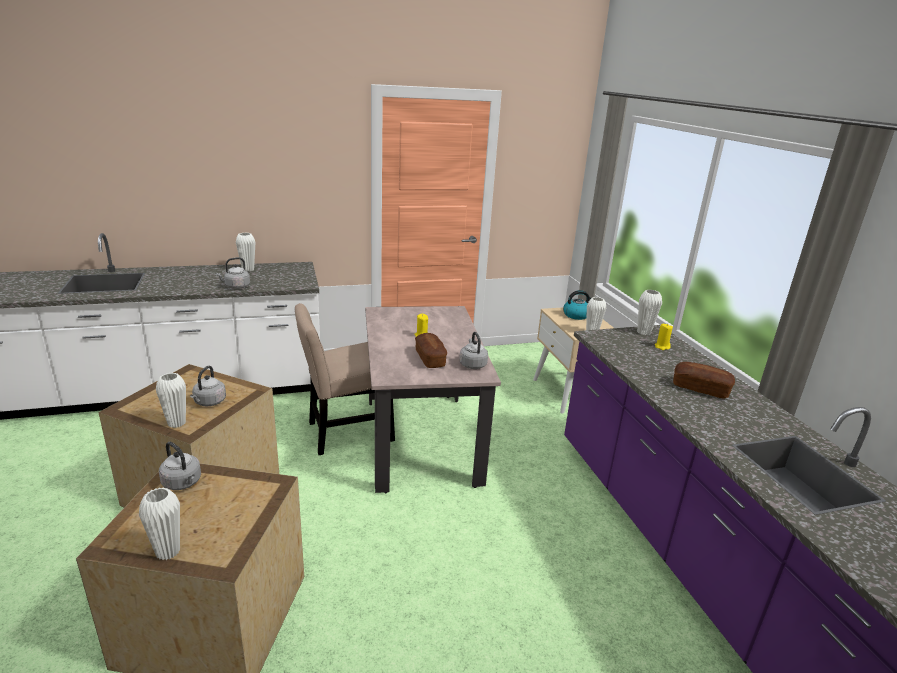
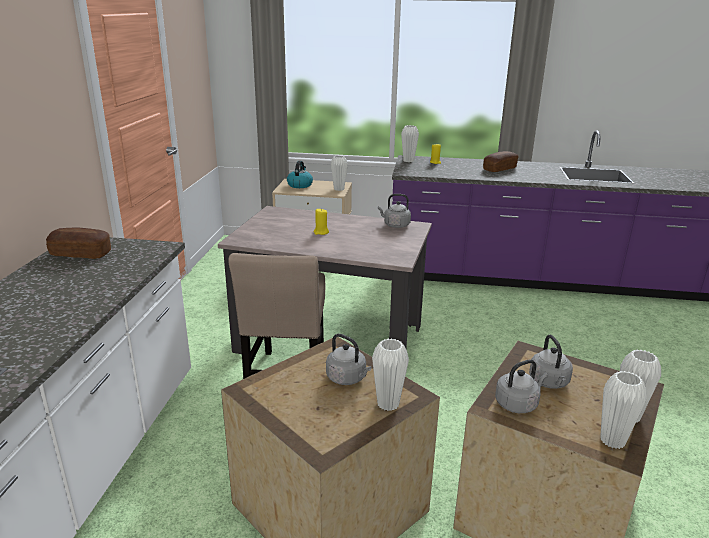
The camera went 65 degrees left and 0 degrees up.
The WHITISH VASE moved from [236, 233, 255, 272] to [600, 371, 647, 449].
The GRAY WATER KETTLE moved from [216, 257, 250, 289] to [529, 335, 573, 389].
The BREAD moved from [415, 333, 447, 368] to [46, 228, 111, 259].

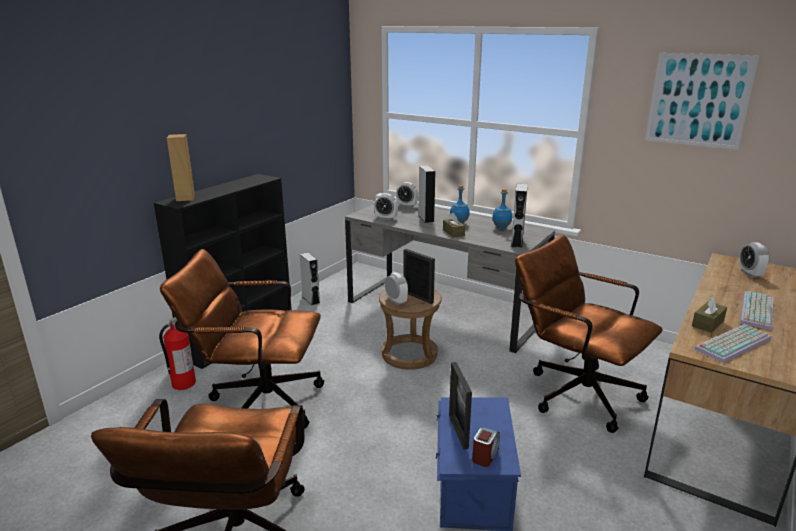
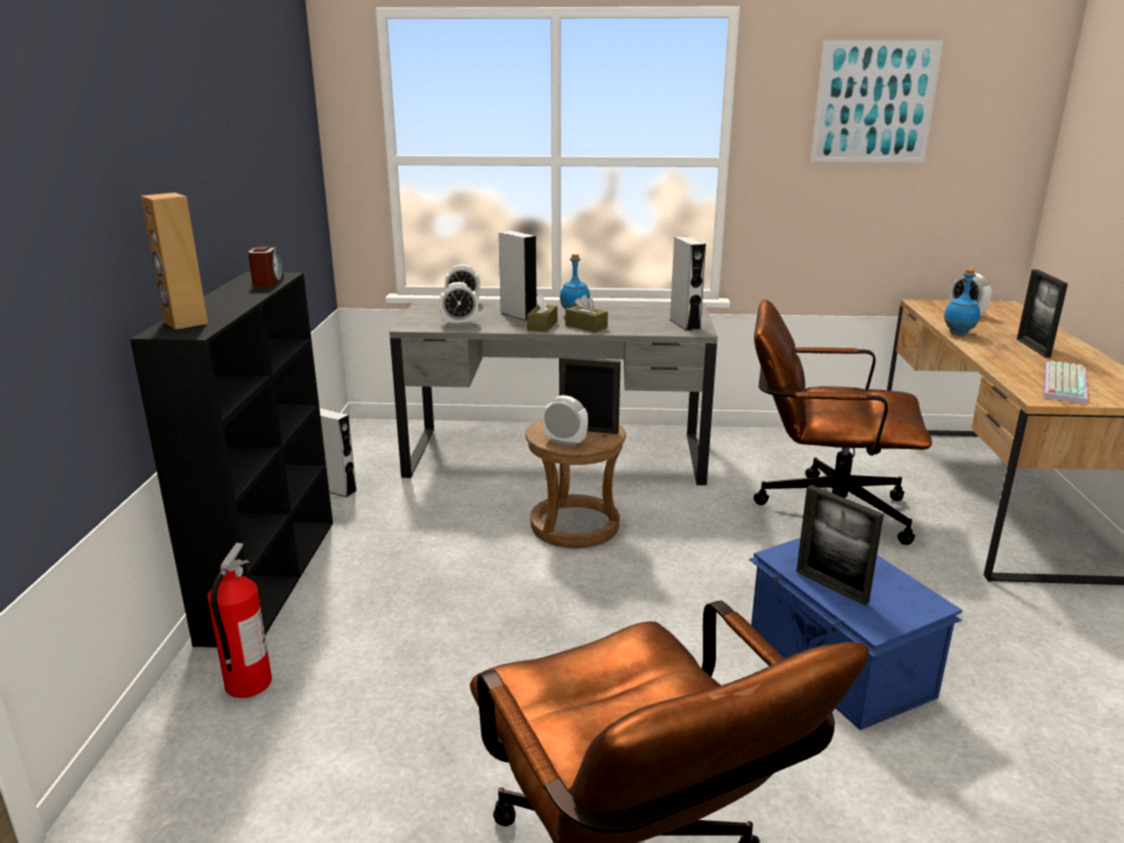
The camera went 30 degrees left and 0 degrees up.
The BLUE DRINK BOTTLE moved from [492, 189, 512, 229] to [944, 269, 980, 335].
The BROWN-COLOURED DESK CHAIR at [160, 249, 324, 429] disappeared.
The COMPUTER KEYBOARD at [740, 291, 773, 330] was replaced by the PICTURE FRAME at [1017, 269, 1068, 357].
The BROWN-COLOURED BOX OF TISSUES moved from [692, 296, 727, 333] to [527, 294, 557, 332].
The ALARM CLOCK moved from [472, 427, 500, 467] to [248, 246, 284, 287].

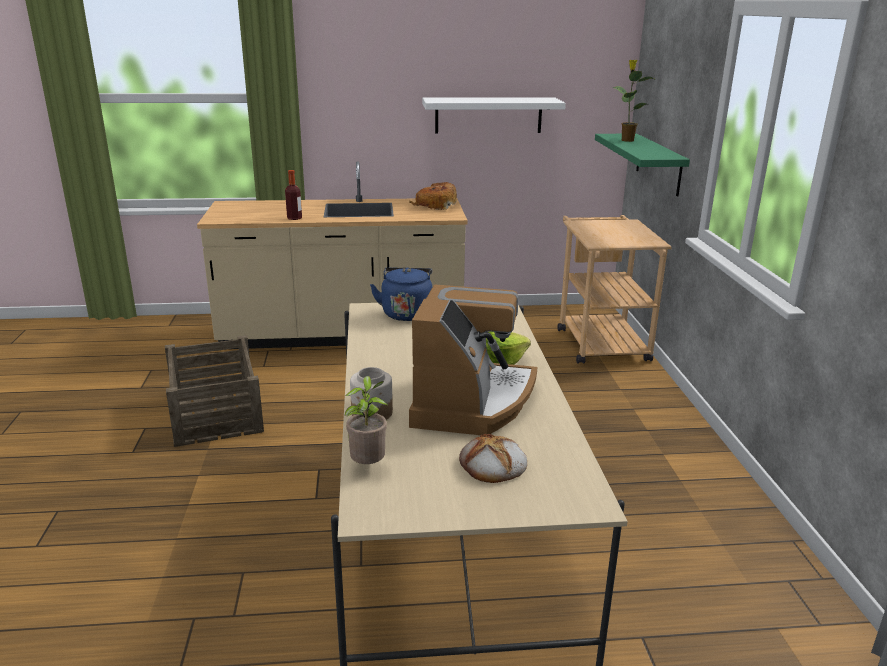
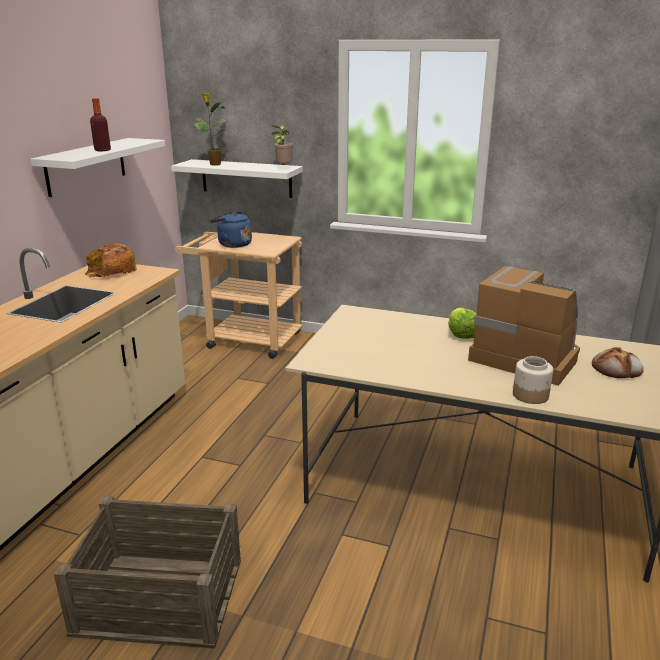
The camera went 65 degrees left and 0 degrees up.
The GREEN-COLOURED BRACKET SHELF at [595, 134, 690, 196] became the WHITISH BRACKET SHELF at [171, 159, 303, 198].
The DRINK BOTTLE moved from [285, 170, 302, 220] to [90, 98, 111, 151].
The BLUE WATER KETTLE moved from [370, 268, 432, 321] to [210, 211, 252, 248].
The HOUSEPLANT moved from [345, 376, 388, 464] to [272, 124, 293, 167].

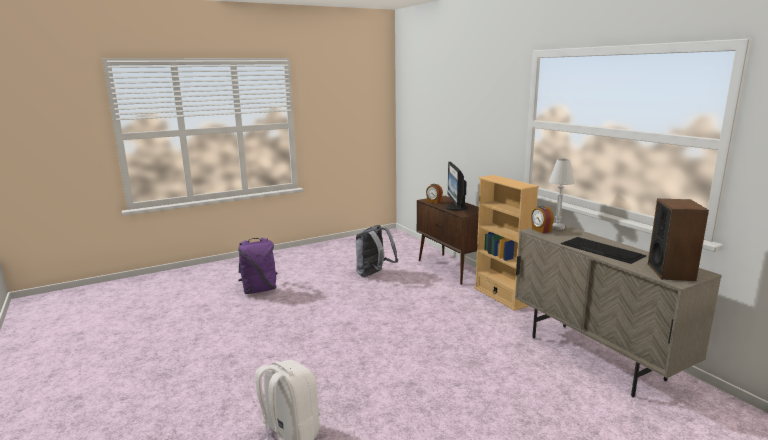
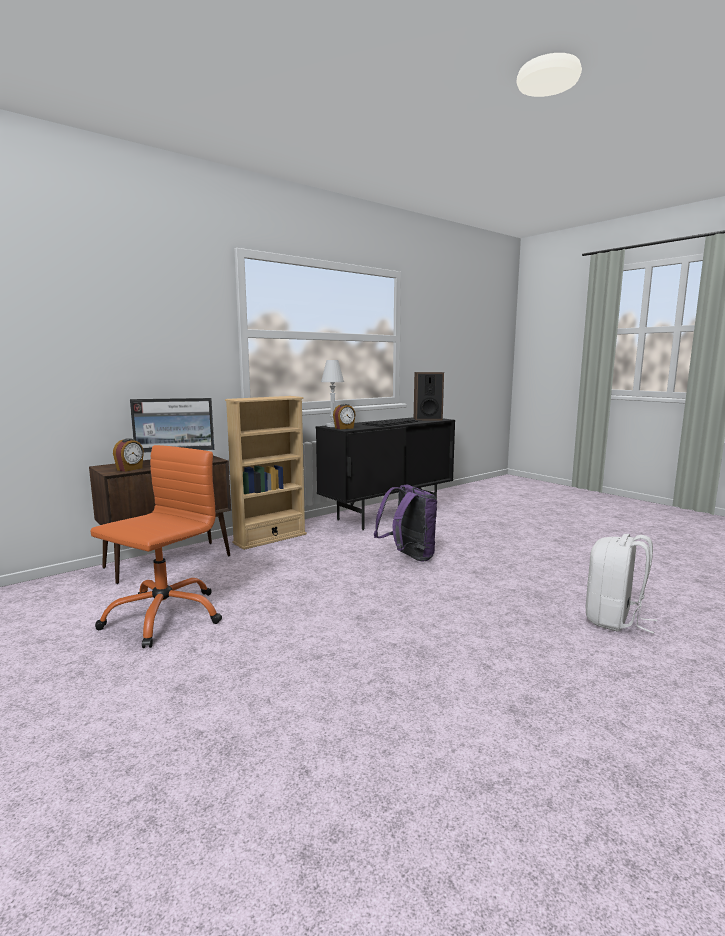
The camera went 100 degrees left and 5 degrees down.
The GRAY KNAPSACK at [356, 225, 398, 277] was replaced by the ORANGE DESK CHAIR at [90, 445, 222, 648].
The BEIGE STORAGE CABINET at [515, 226, 722, 397] became the BLACKISH STORAGE CABINET at [316, 417, 455, 530].
The PURPLE KNAPSACK moved from [238, 238, 278, 294] to [374, 485, 437, 562].

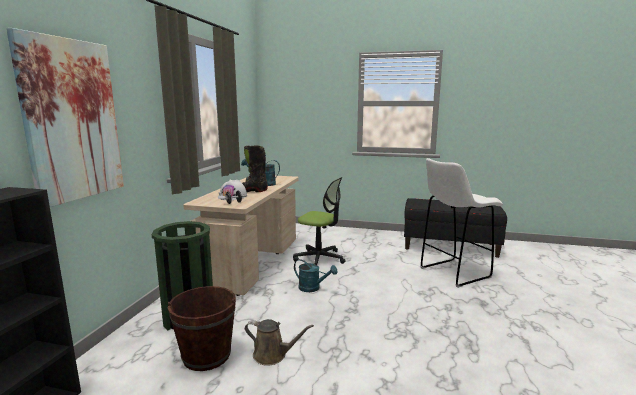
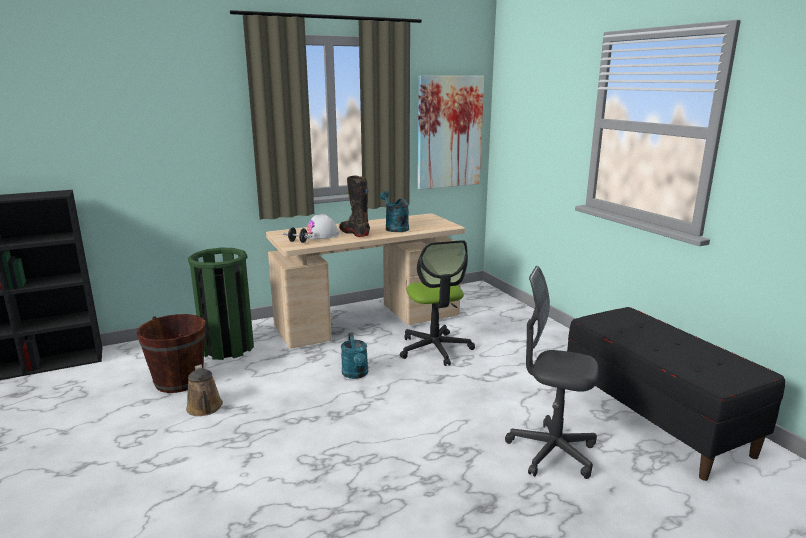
The camera went 50 degrees right and 5 degrees up.
The PICTURE moved from [6, 28, 124, 207] to [418, 76, 484, 189].
The WHITISH STOOL SEAT at [421, 158, 503, 288] was replaced by the GRAY DESK CHAIR at [505, 266, 599, 479].

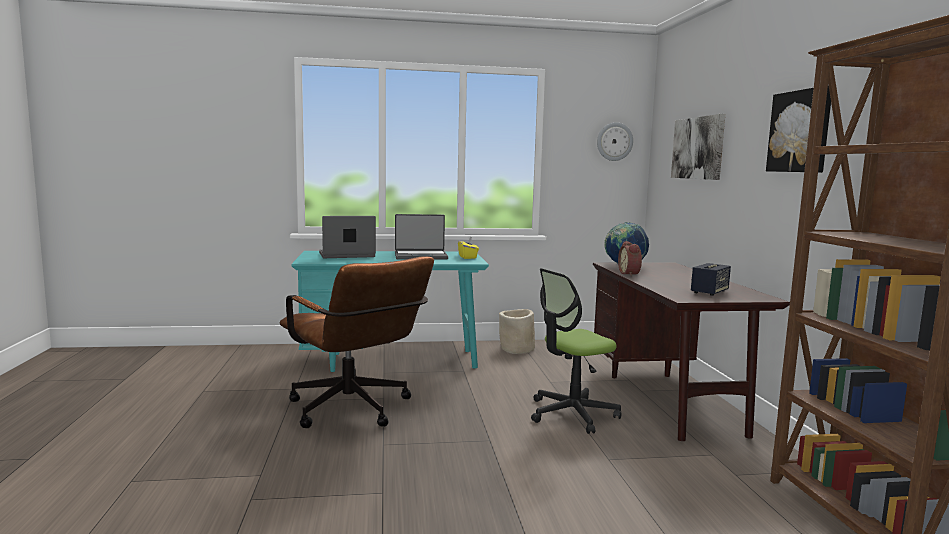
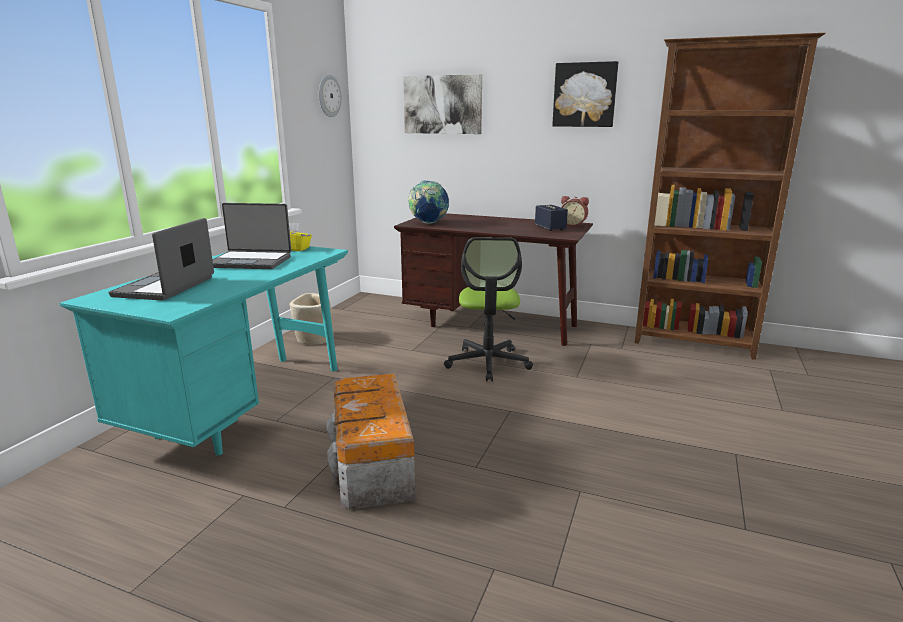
The camera went 60 degrees left and 10 degrees up.
The PORTABLE COMPUTER at [395, 214, 448, 260] turned 75 degrees clockwise.
The ALARM CLOCK moved from [618, 241, 642, 276] to [561, 196, 589, 226].
The BROWN-COLOURED DESK CHAIR at [279, 256, 434, 428] was replaced by the STORAGE BIN at [326, 373, 416, 510].

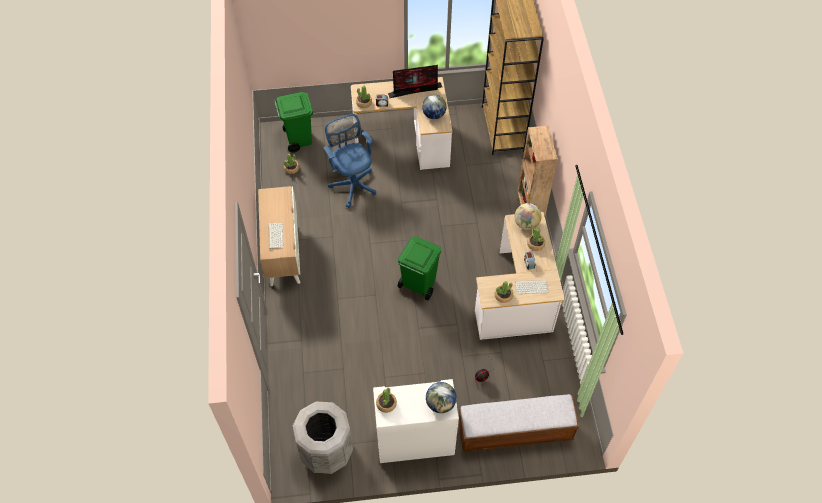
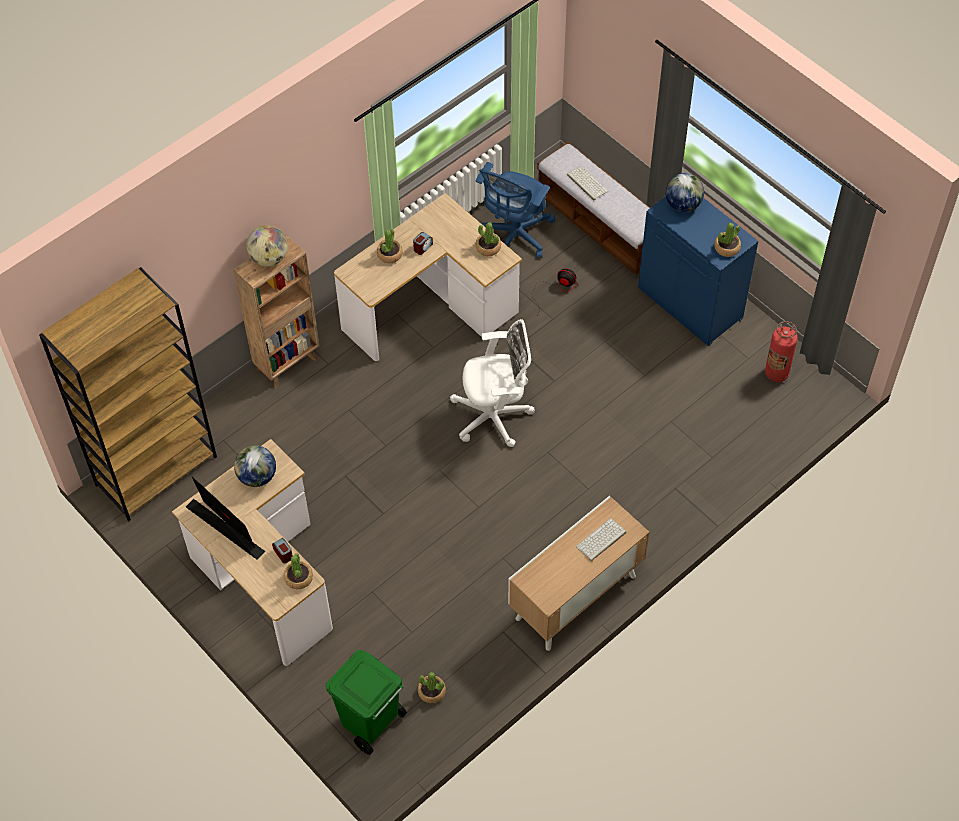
The camera went 125 degrees left and 0 degrees up.
The BLUE DESK CHAIR moved from [323, 114, 376, 208] to [476, 162, 555, 258].
The WORLD GLOBE moved from [514, 203, 542, 230] to [246, 225, 288, 267].
The GREEN-COLOURED WASTE BIN at [398, 236, 442, 301] was replaced by the WHITISH DESK CHAIR at [450, 319, 535, 447].
The COMPUTER KEYBOARD moved from [515, 280, 549, 294] to [567, 166, 608, 200].
The WHITISH STORAGE CABINET at [373, 379, 459, 464] became the BLUE STORAGE CABINET at [638, 197, 758, 346].
The GRAY WASTE BIN at [293, 402, 353, 474] was replaced by the FIRE-FIGHTING CYLINDER at [765, 321, 798, 382].

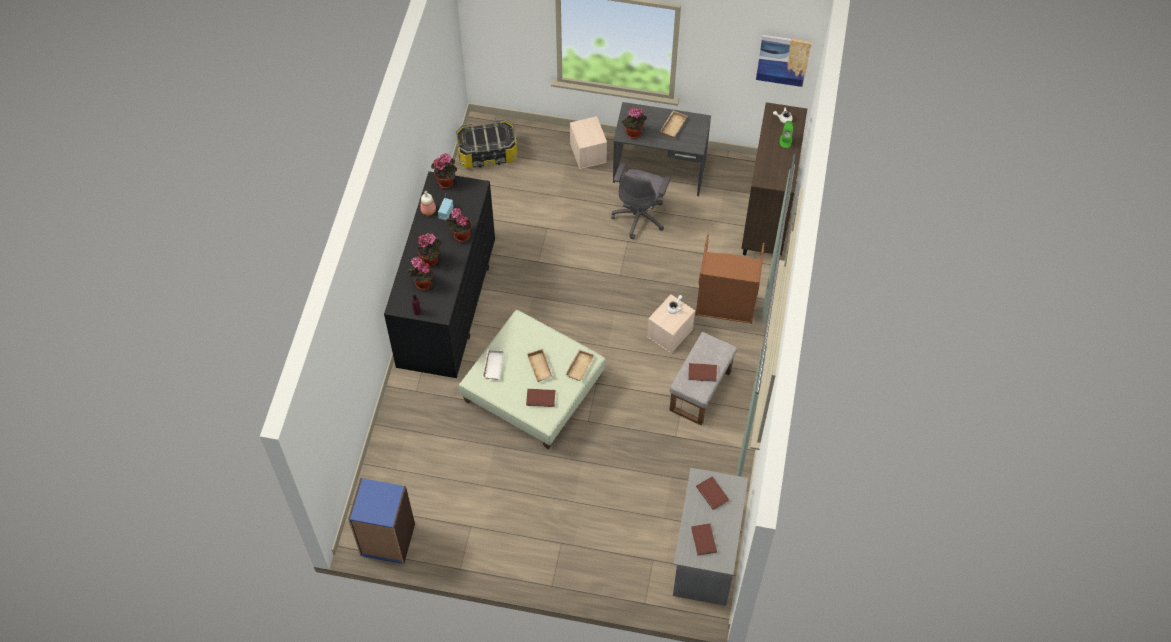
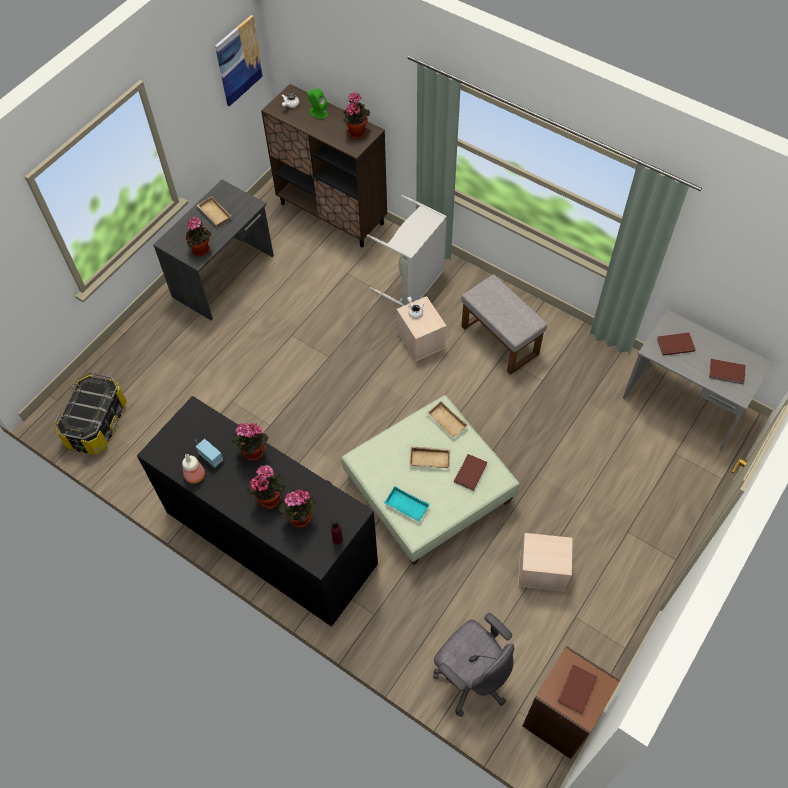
The camera went 65 degrees left and 0 degrees up.
The BEIGE STORAGE BIN moved from [570, 116, 607, 169] to [518, 533, 573, 592].
The HOUSEPLANT moved from [431, 154, 457, 189] to [343, 92, 370, 139].
The GRAY DESK CHAIR moved from [611, 163, 671, 239] to [433, 613, 515, 717].
The BROWN-COLOURED HAMPER at [695, 235, 765, 324] became the GRAY HAMPER at [367, 195, 447, 306].
The WHITISH CARRYING TRAY at [482, 349, 504, 379] became the TURQUOISE CARRYING TRAY at [384, 486, 430, 522].
The BROWN-COLOURED BOOK moved from [688, 363, 717, 382] to [557, 665, 598, 714].
The BLUE SHELVING UNIT at [348, 478, 415, 564] became the BROWN-COLOURED SHELVING UNIT at [522, 646, 620, 759].

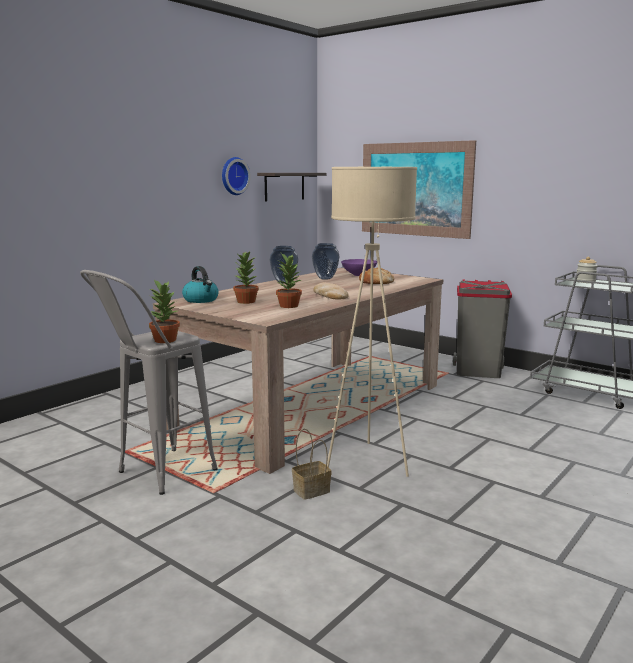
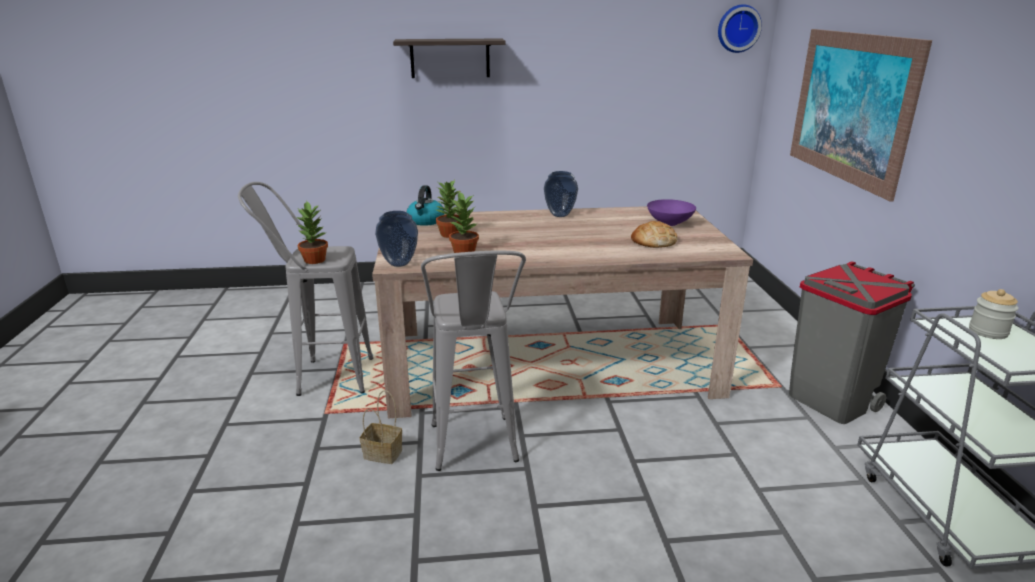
The camera went 45 degrees right and 10 degrees up.
The HANGING CLOCK moved from [222, 157, 251, 195] to [718, 4, 762, 53].
The BEIGE STANDING LAMP at [327, 167, 417, 477] was replaced by the GRAY STOOL SEAT at [421, 250, 526, 471].
The BRACKET SHELF moved from [257, 173, 327, 202] to [393, 39, 505, 78].
The VASE moved from [312, 243, 340, 280] to [375, 211, 418, 267].
The BREAD at [314, 282, 349, 300] disappeared.

